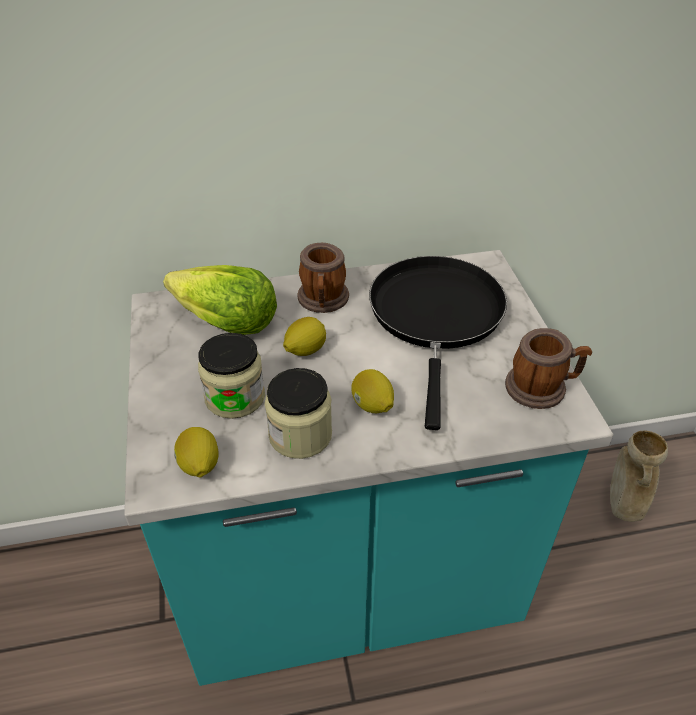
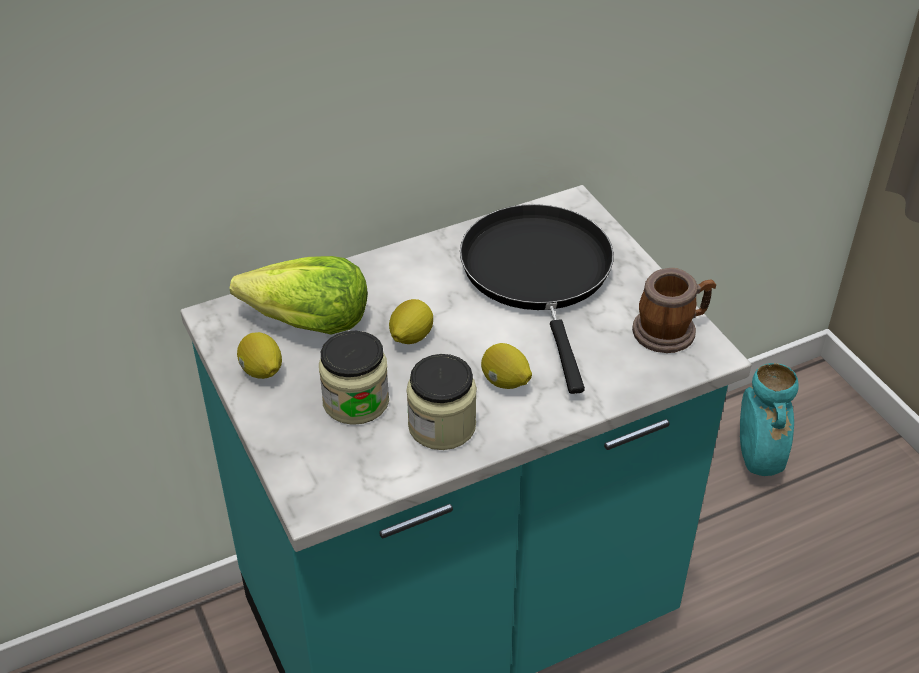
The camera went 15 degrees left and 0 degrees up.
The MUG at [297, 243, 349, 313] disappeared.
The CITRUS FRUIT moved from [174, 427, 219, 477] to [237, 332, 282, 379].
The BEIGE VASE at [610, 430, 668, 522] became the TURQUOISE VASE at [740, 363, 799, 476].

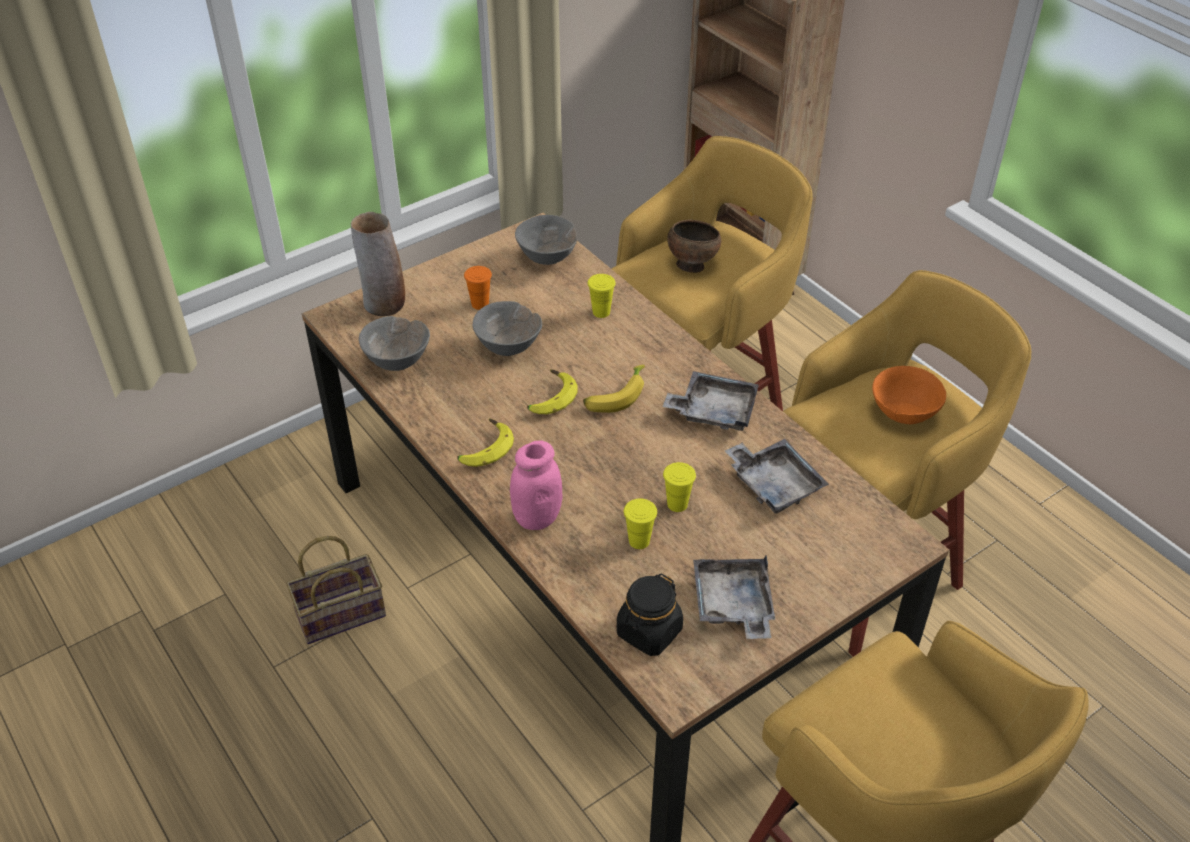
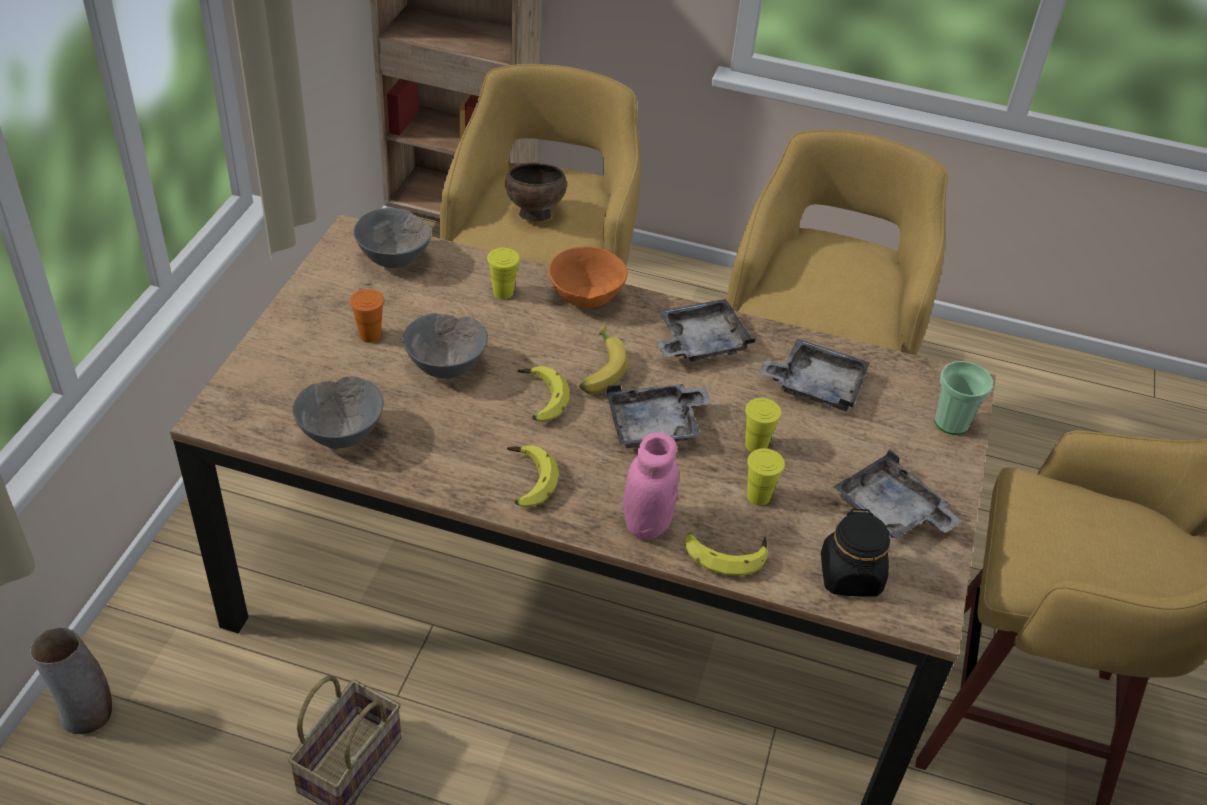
The camera went 40 degrees left and 0 degrees up.
The VASE moved from [351, 212, 405, 316] to [30, 627, 112, 734].
The ORANGE BOWL moved from [872, 366, 946, 425] to [548, 246, 627, 308].
The SMALL CUP at [935, 361, 993, 435] appeared.
The GRAY CARRYING TRAY at [607, 383, 711, 448] appeared.
The BANANA at [685, 532, 768, 576] appeared.

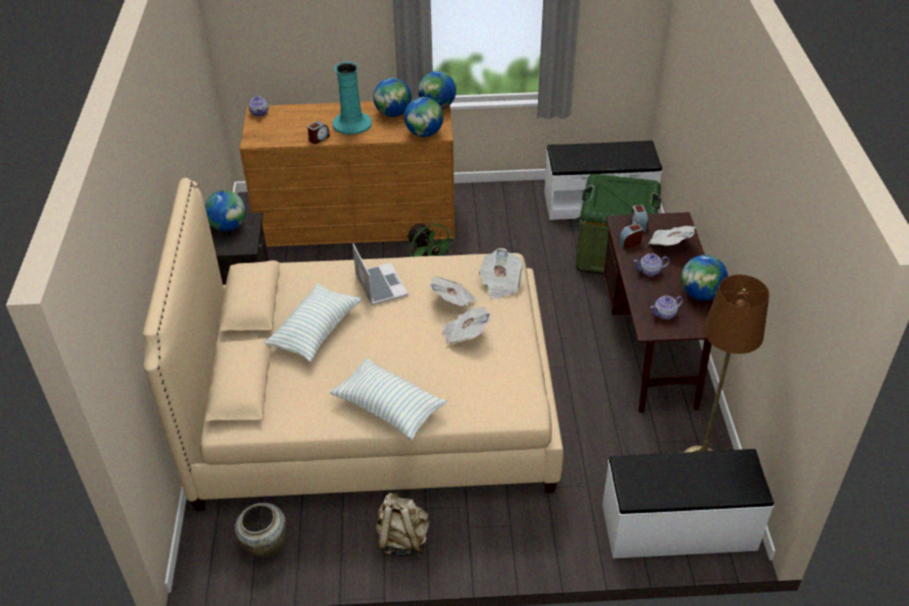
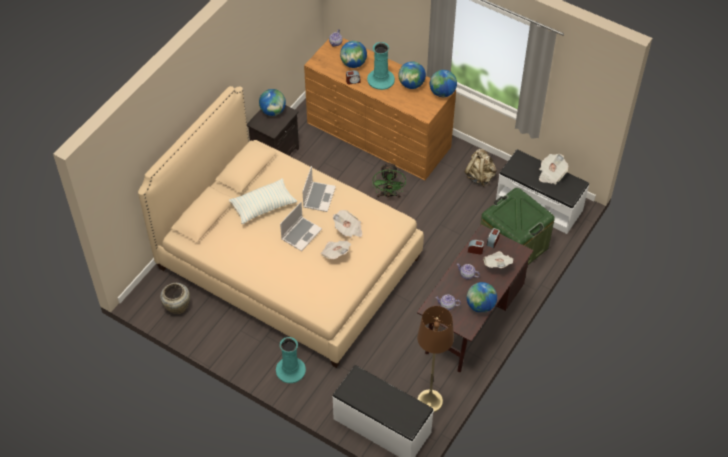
The camera went 35 degrees right and 10 degrees up.
The WORLD GLOBE moved from [404, 97, 443, 137] to [340, 41, 367, 68].
The DAILY PAPER moved from [479, 248, 524, 299] to [539, 154, 568, 184].
The PILLOW at [330, 358, 447, 440] disappeared.
The BEIGE KNAPSACK moved from [375, 492, 429, 556] to [465, 149, 497, 187].
The PORTABLE COMPUTER at [280, 202, 322, 251] appeared.
The TURQUOISE VASE at [276, 337, 306, 384] appeared.

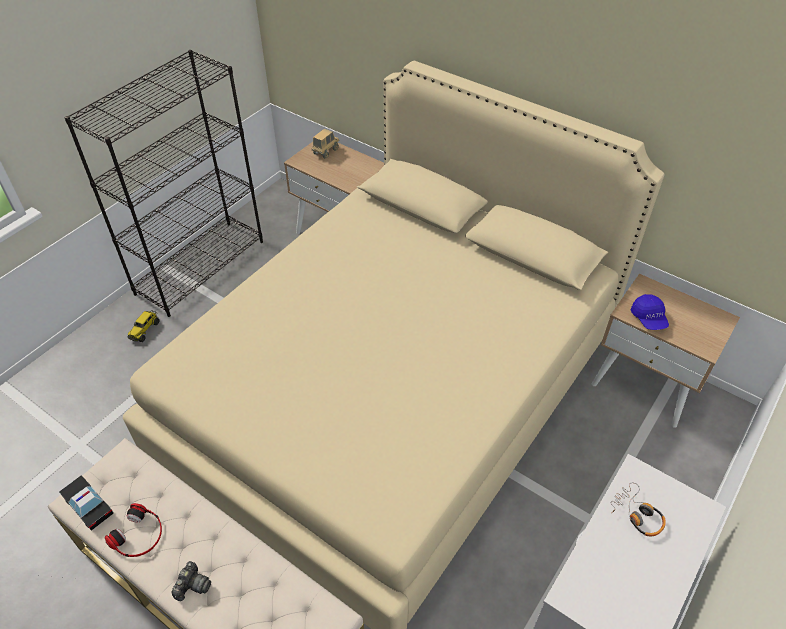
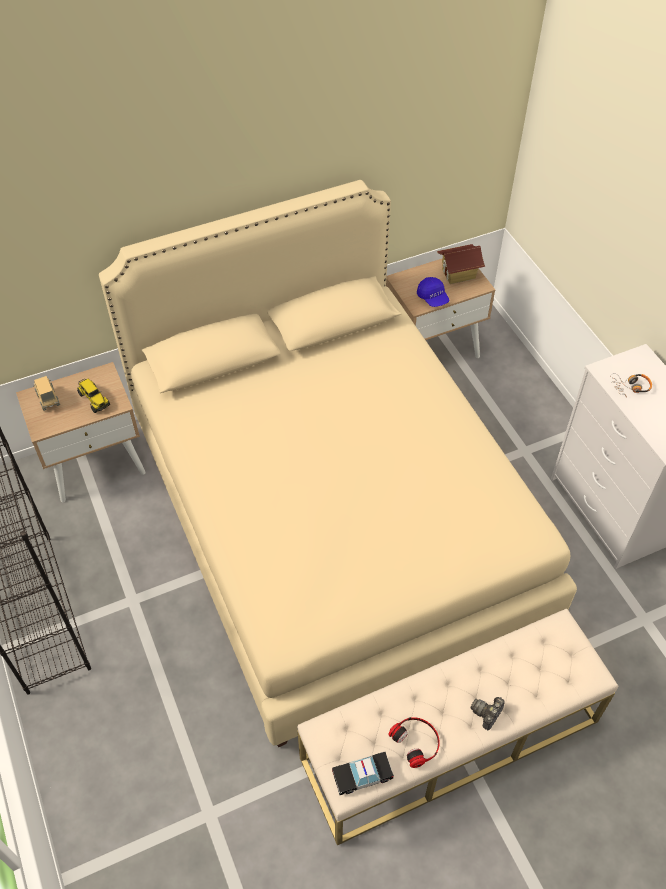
The camera went 60 degrees left and 5 degrees up.
The BLUE PEAKED CAP at [631, 294, 669, 330] turned 45 degrees clockwise.
The TOY TRUCK moved from [127, 311, 159, 342] to [77, 379, 110, 413].
The STILL CAMERA at [172, 561, 211, 601] turned 105 degrees counterclockwise.
The MODEL HOUSE at [437, 244, 485, 284] appeared.

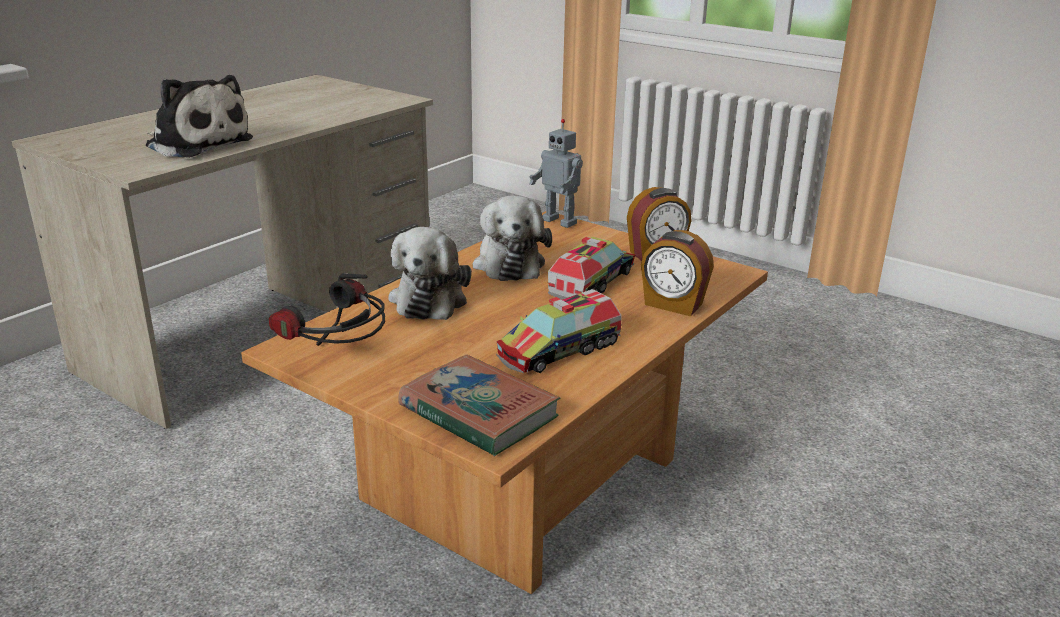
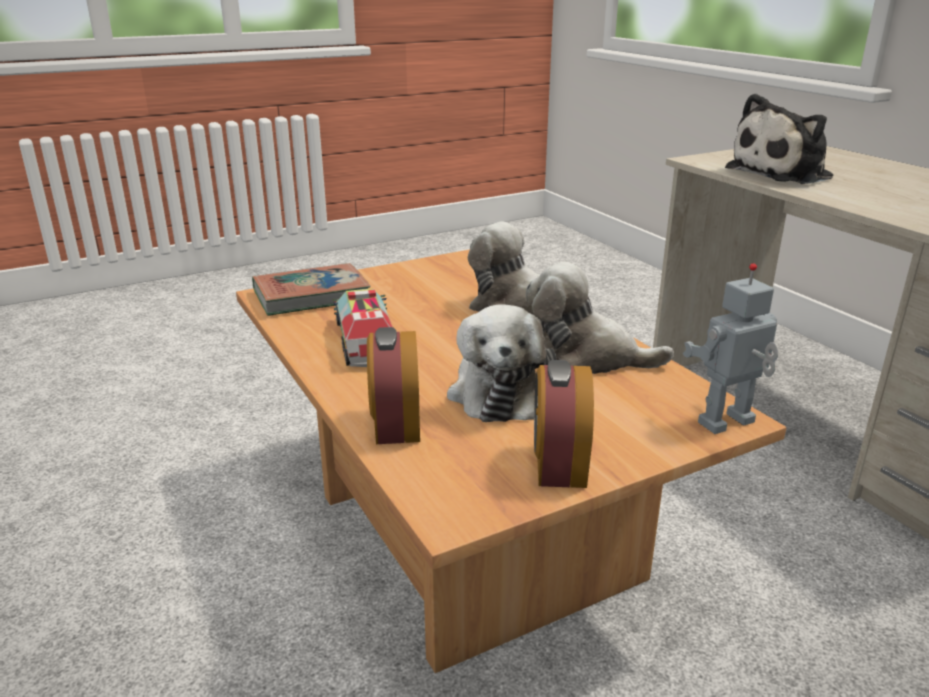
The camera went 115 degrees right and 0 degrees up.
The ALARM CLOCK at [641, 230, 714, 316] turned 60 degrees counterclockwise.
The TOY TRUCK at [548, 237, 636, 300] was replaced by the CUDDLY TOY at [447, 304, 557, 422].
The HEADPHONES at [269, 273, 385, 346] disappeared.

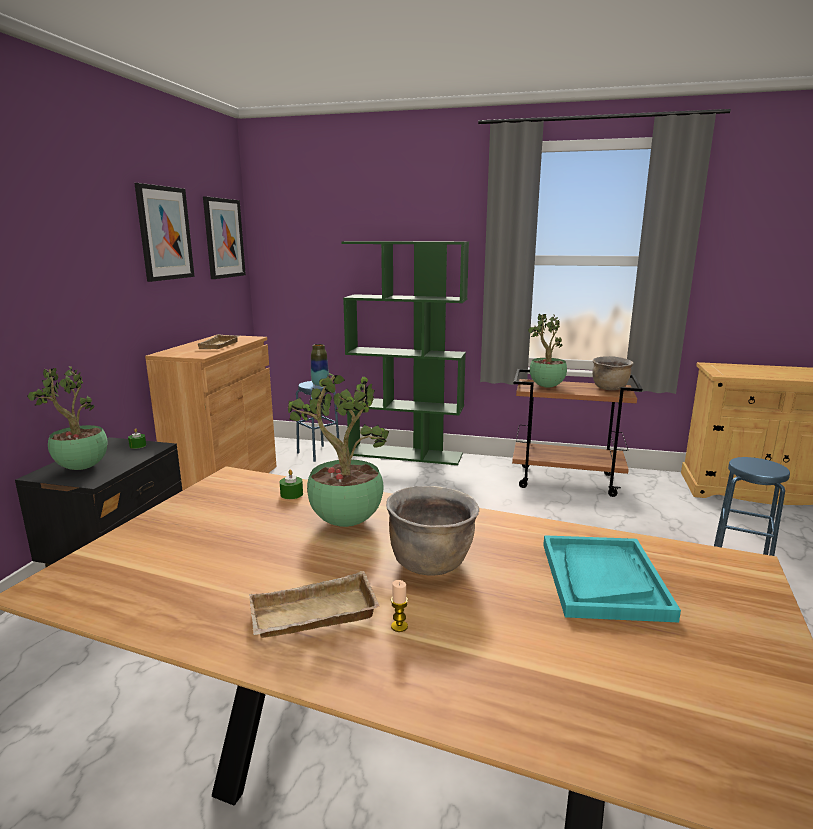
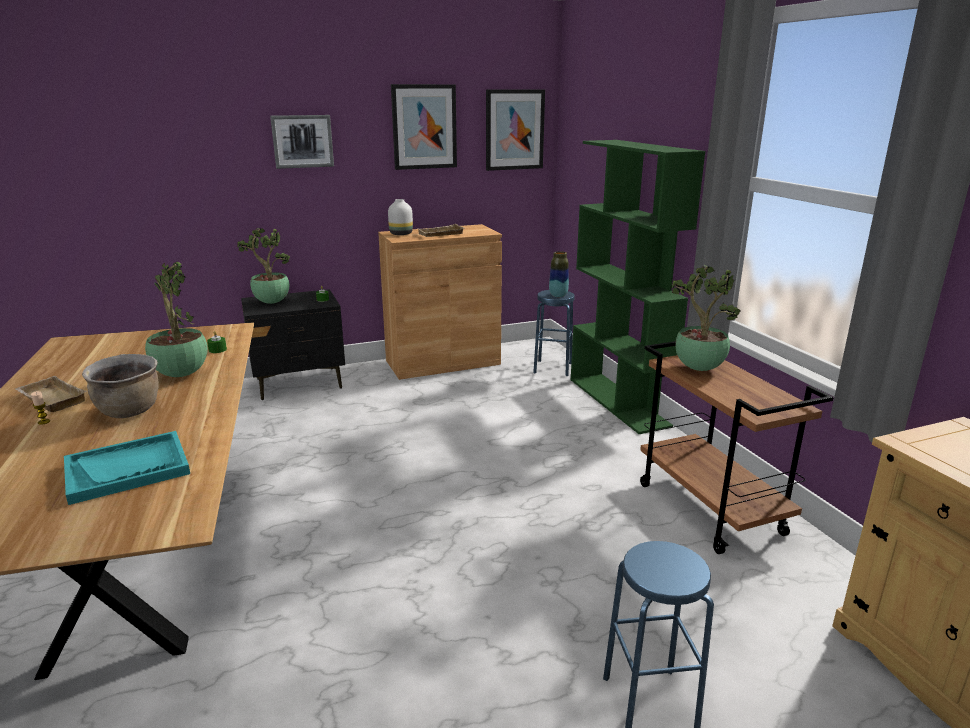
The camera went 55 degrees right and 5 degrees up.
The BROWN-COLOURED STOCKPOT at [592, 356, 633, 390] disappeared.
The PICTURE at [270, 115, 334, 169] appeared.
The WHITISH VASE at [388, 199, 413, 235] appeared.

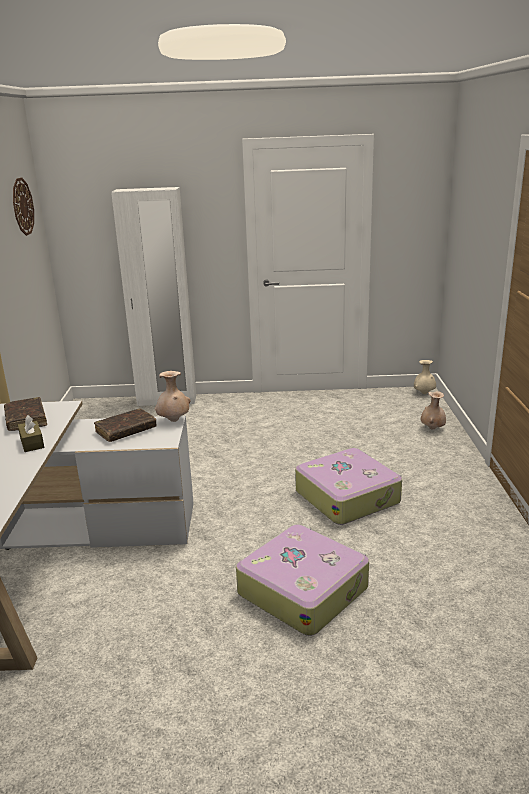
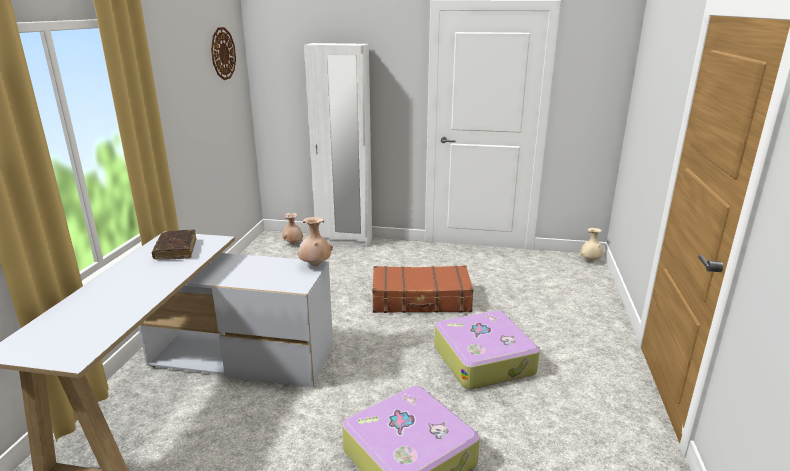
The camera went 10 degrees right and 0 degrees up.
The BEIGE VASE moved from [421, 391, 446, 430] to [282, 213, 303, 244].
The BROWN-COLOURED BOOK at [94, 408, 157, 442] disappeared.
The BROWN-COLOURED BOX OF TISSUES at [18, 415, 44, 452] disappeared.
The BROWN-COLOURED SUITCASE at [372, 265, 474, 313] appeared.

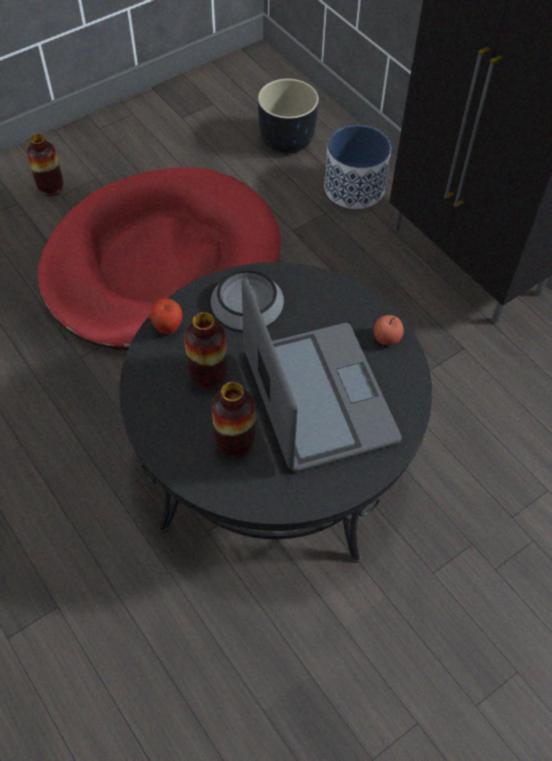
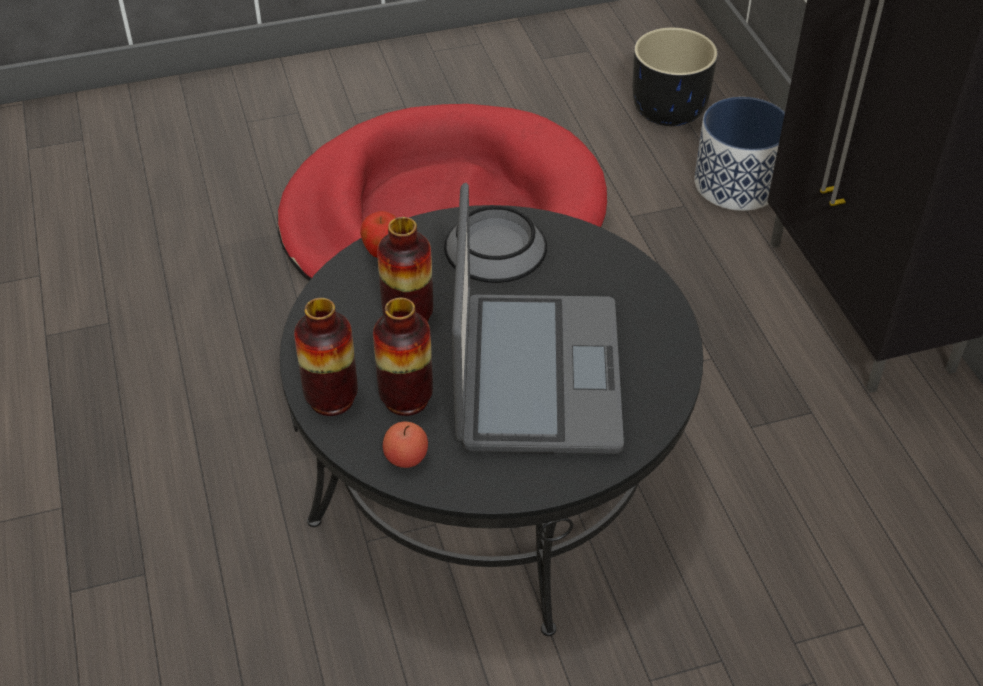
The camera went 20 degrees right and 10 degrees down.
The VASE moved from [27, 133, 63, 196] to [294, 298, 358, 416].
The APPLE FRUIT moved from [374, 315, 404, 346] to [383, 421, 428, 468].

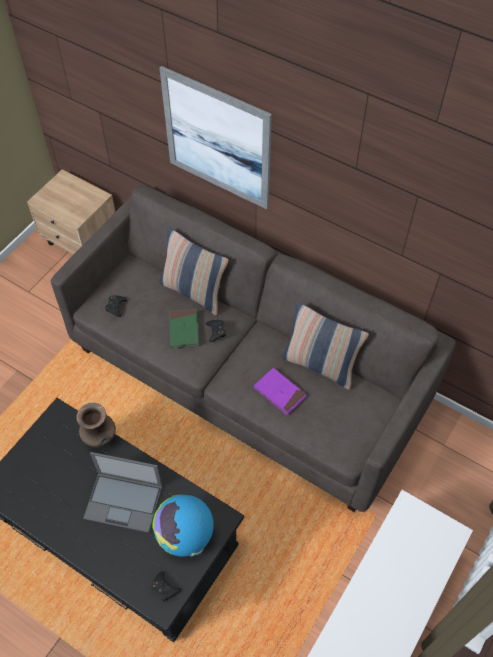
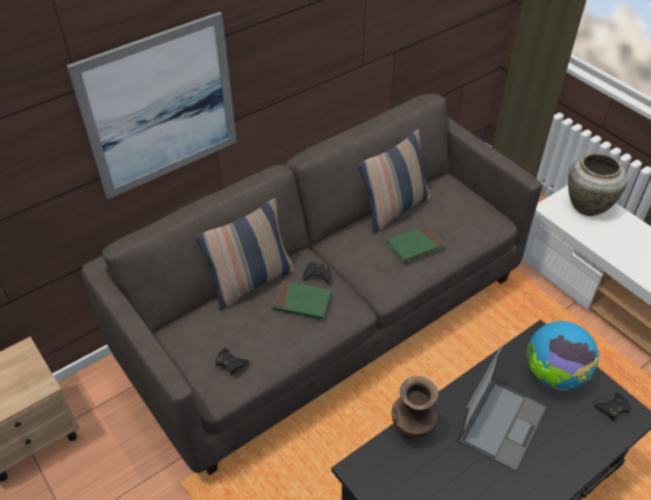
The camera went 70 degrees left and 10 degrees down.
The PURPLE BOOK at [254, 368, 307, 415] became the GREEN-COLOURED BOOK at [387, 226, 445, 263].
The BEIGE VASE at [568, 153, 628, 216] appeared.

